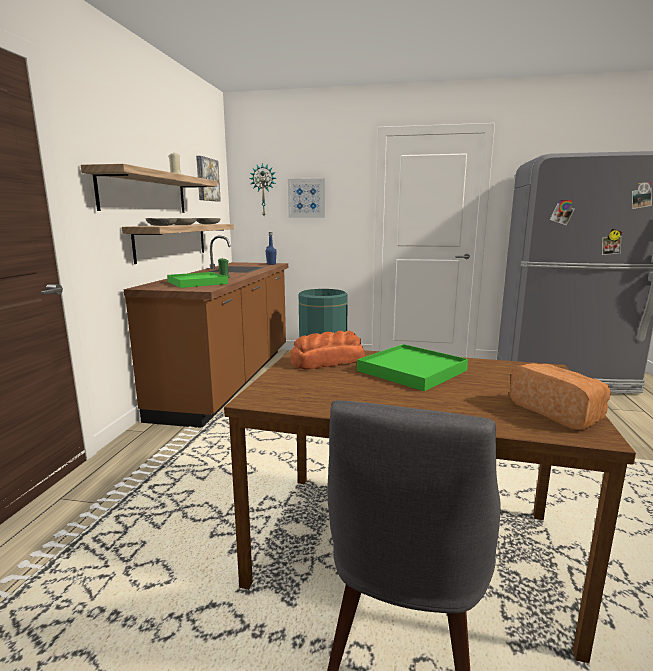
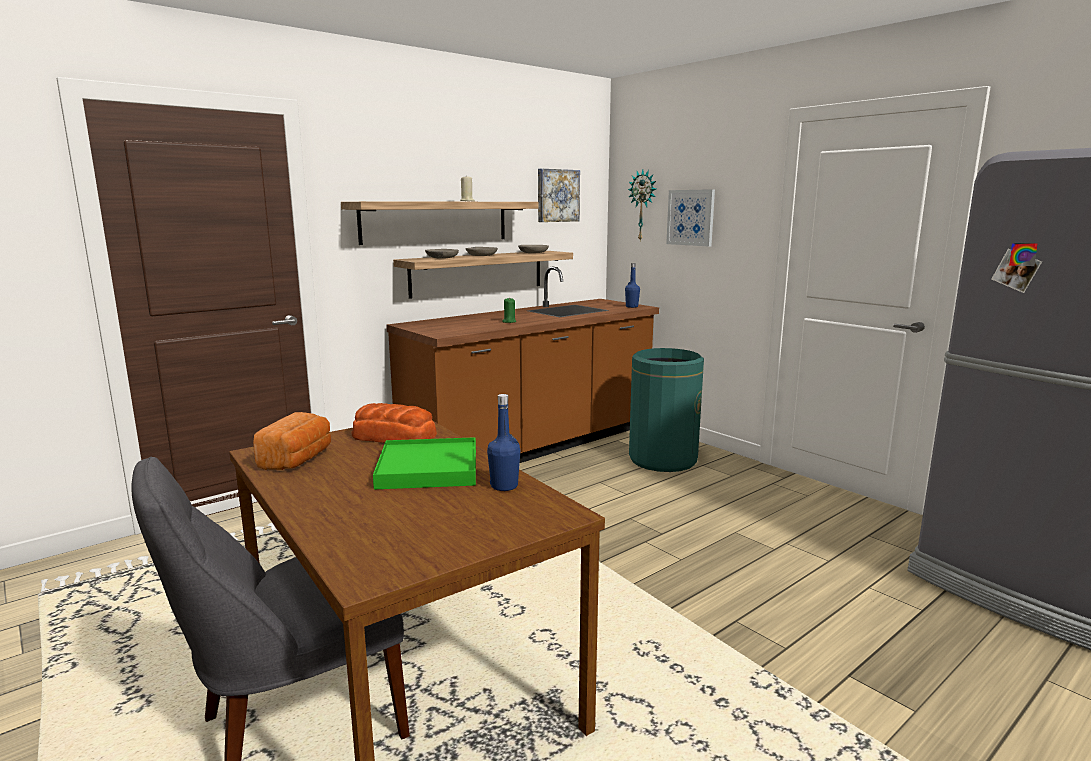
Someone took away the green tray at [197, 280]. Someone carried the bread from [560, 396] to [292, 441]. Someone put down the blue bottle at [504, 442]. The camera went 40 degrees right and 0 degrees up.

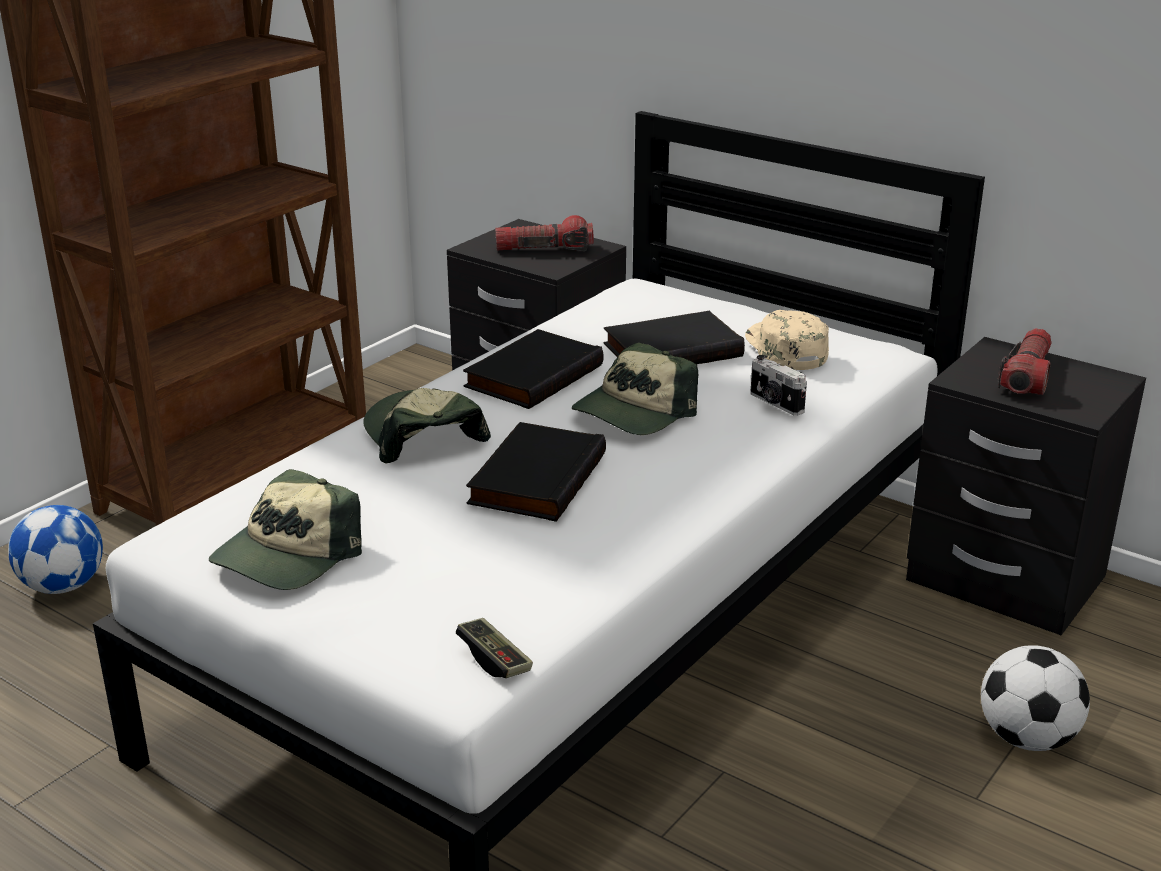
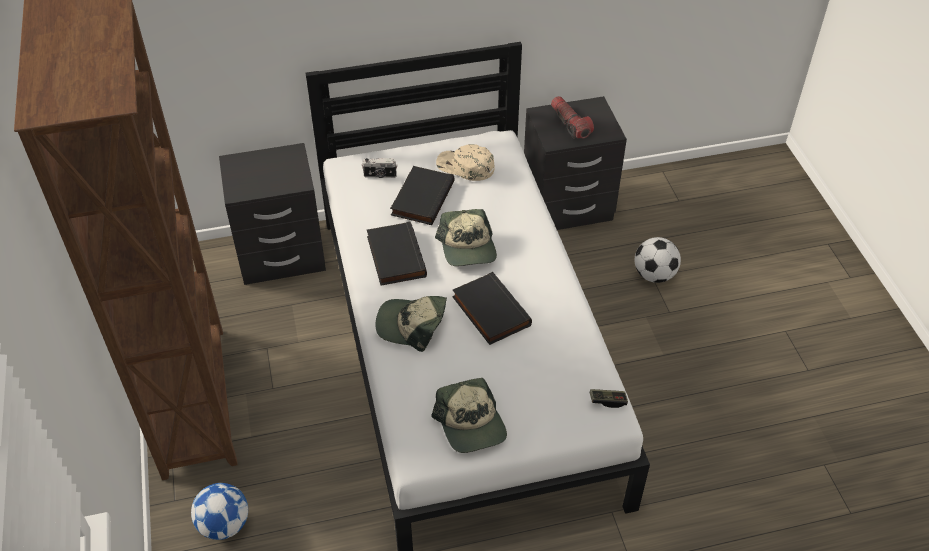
Someone took away the flashlight at [544, 233]. Someone carried the photo camera from [778, 385] to [379, 168]. The camera went 50 degrees left and 20 degrees up.

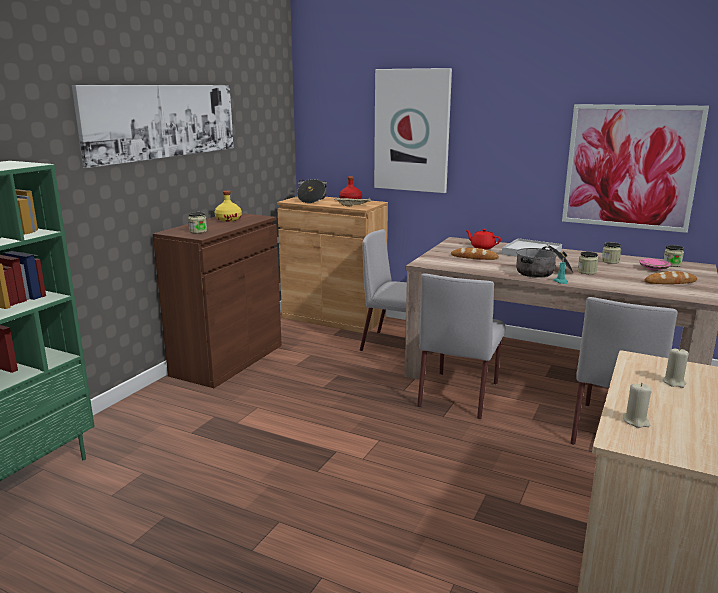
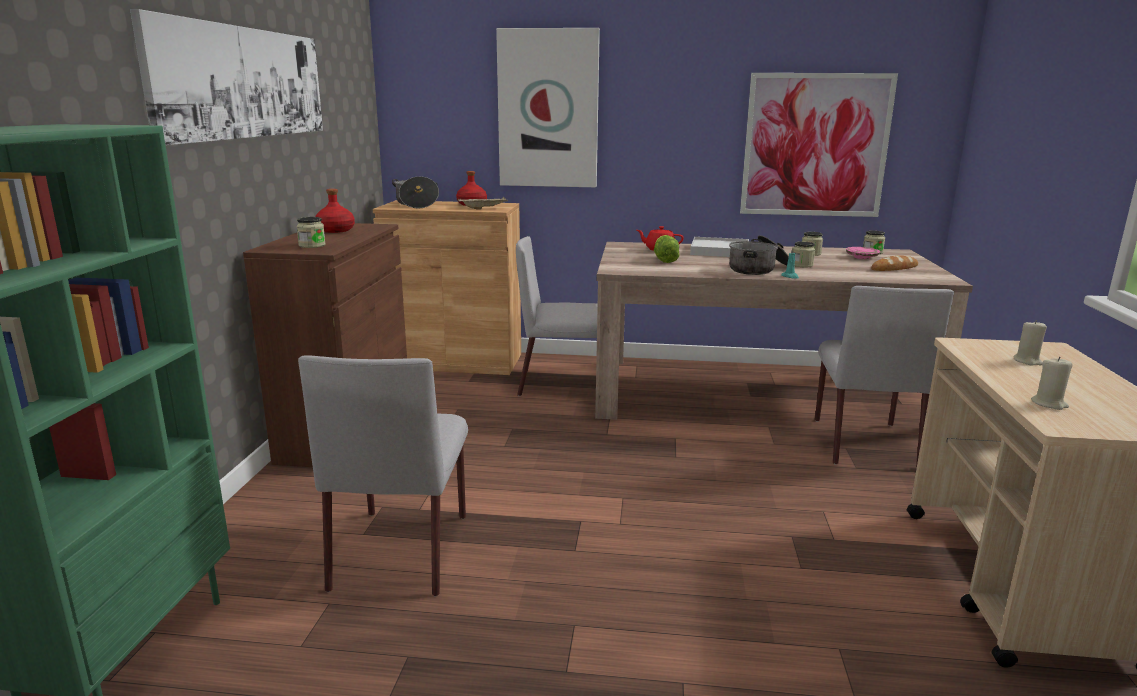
Someone repainted the yellow bottle at [228, 206], which became the red bottle at [335, 211]. Someone swapped the bread at [475, 254] for the lettuce at [666, 249]. Someone carried the grey chair from [461, 346] to [383, 476]. The camera went 20 degrees left and 0 degrees up.

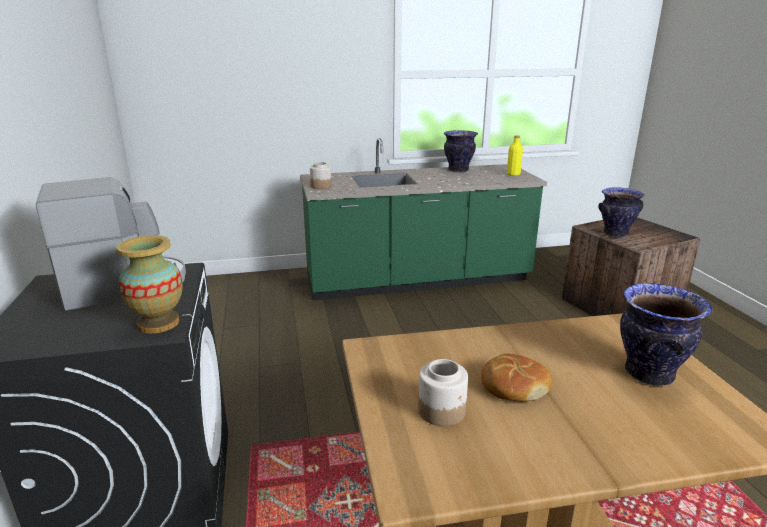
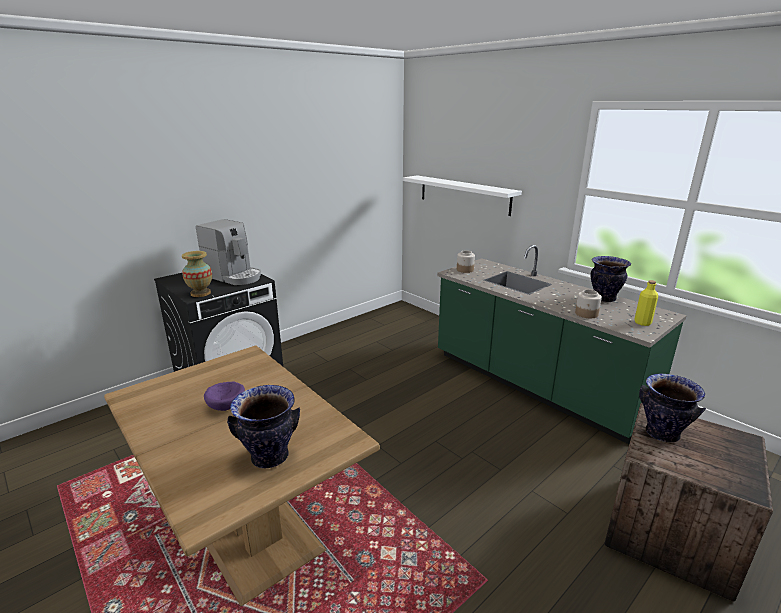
Someone swapped the bread at [517, 378] for the purple bowl at [224, 396]. Someone carried the jar from [443, 392] to [588, 304]. Someone put up the white shelf at [462, 195]. The camera went 60 degrees right and 0 degrees up.

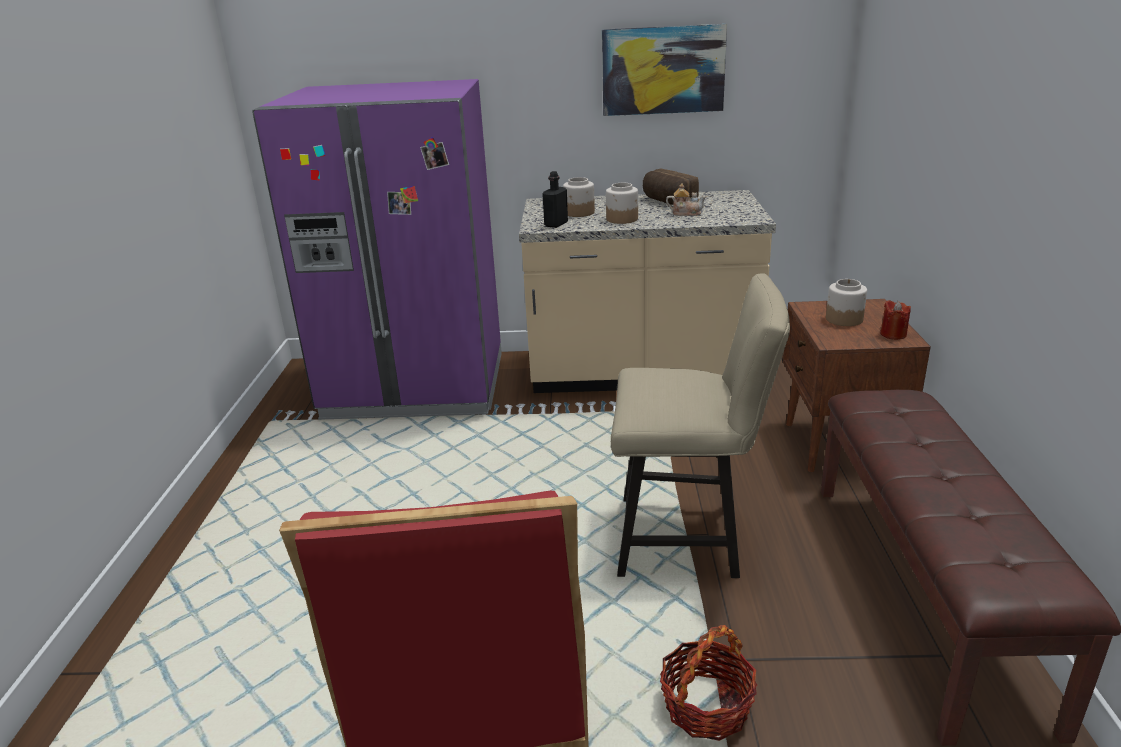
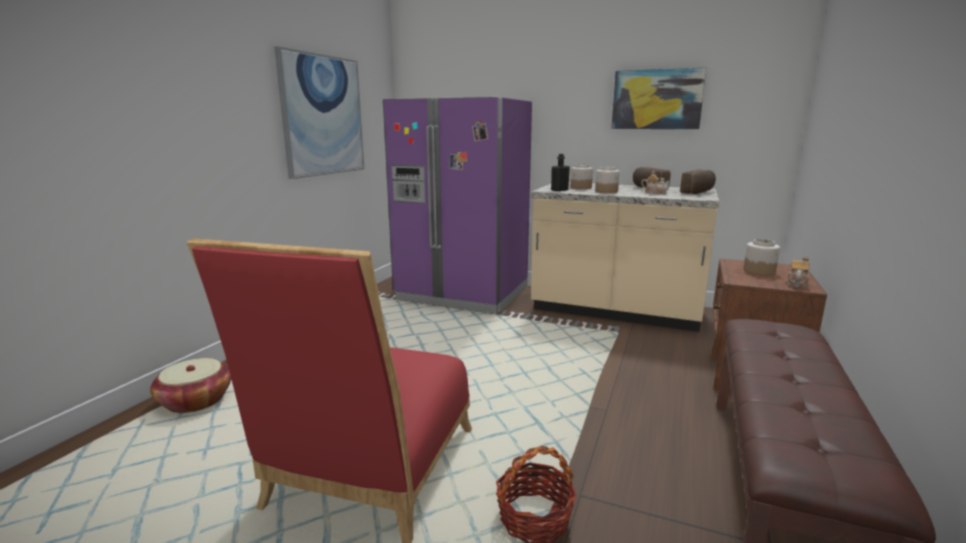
Someone took away the beige chair at [700, 425]. Someone swapped the red candle at [895, 320] for the teapot at [797, 272]. Someone put up the picture at [319, 112]. Someone put down the bread at [698, 181]. Someone put down the basket at [190, 385]. The camera went 20 degrees right and 10 degrees down.

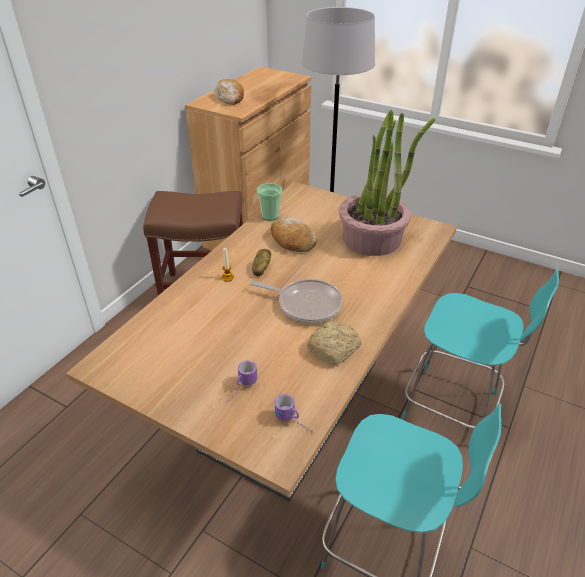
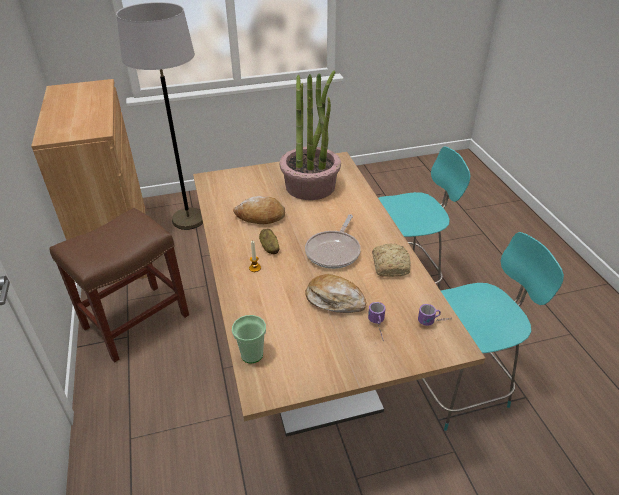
Someone carried the bread from [229, 92] to [336, 293]. Someone carried the cup from [269, 202] to [249, 339]. Someone rotated the frying pan at [296, 301] by 135 degrees clockwise. The camera went 45 degrees left and 0 degrees up.

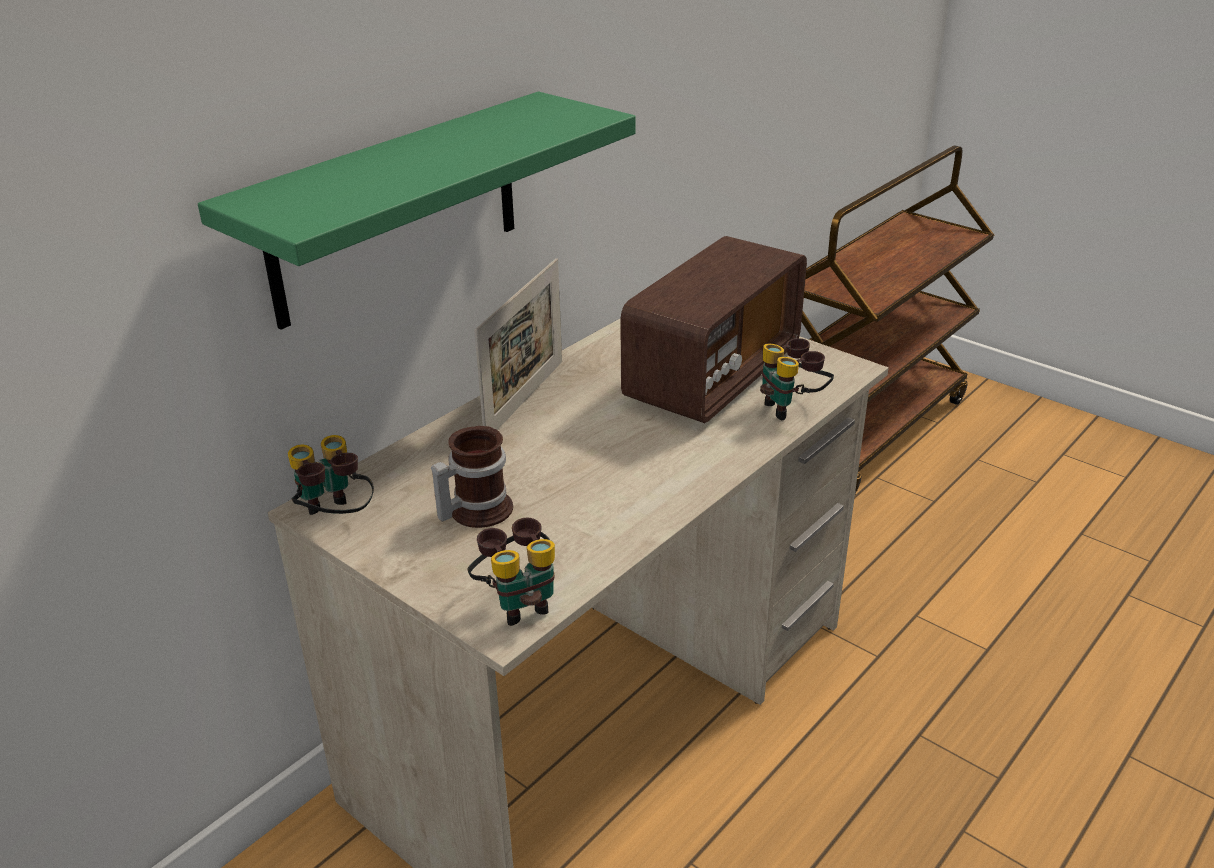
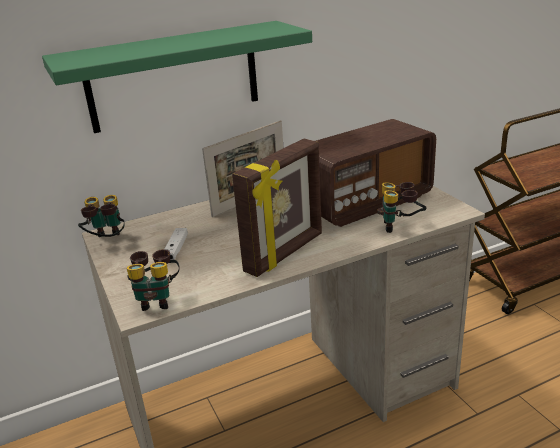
Someone swapped the mug at [472, 477] for the white game controller at [176, 244]. Someone put down the picture frame at [277, 208]. The camera went 25 degrees right and 5 degrees down.

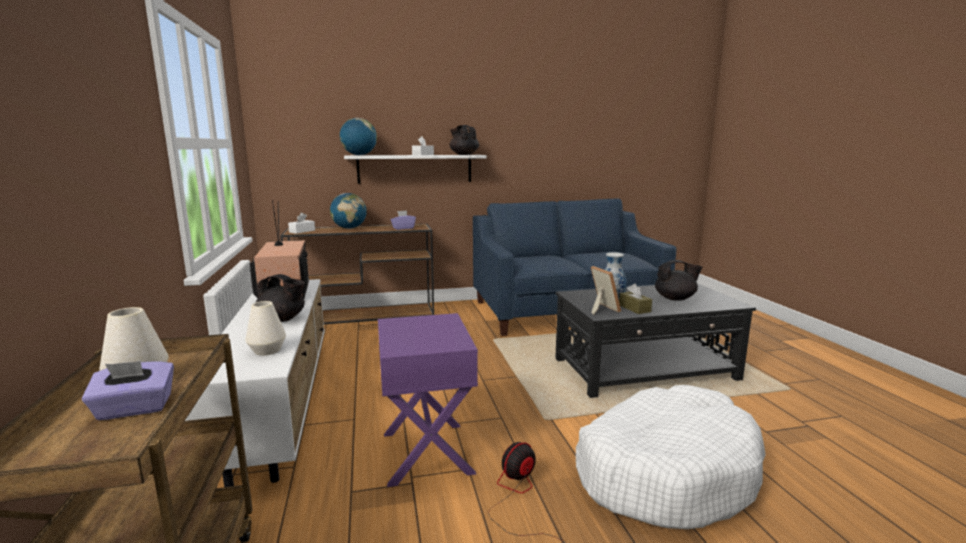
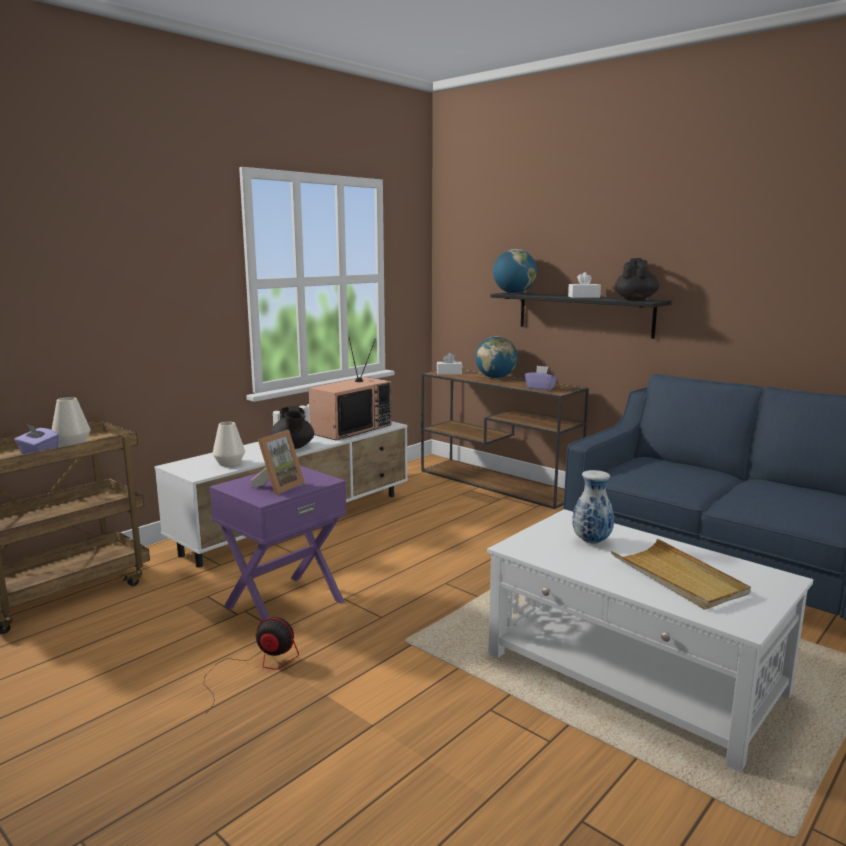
Someone repainted the white shelf at [415, 169], which became the black shelf at [581, 315]. Someone swapped the black teapot at [679, 280] for the beige tray at [681, 574]. Someone carried the picture frame from [606, 290] to [278, 462]. Someone repainted the black coffee table at [655, 340], which became the white coffee table at [650, 640]. Someone took away the brown tissue box at [635, 299]. Someone took away the white dog bed at [671, 457]. The camera went 55 degrees right and 0 degrees up.

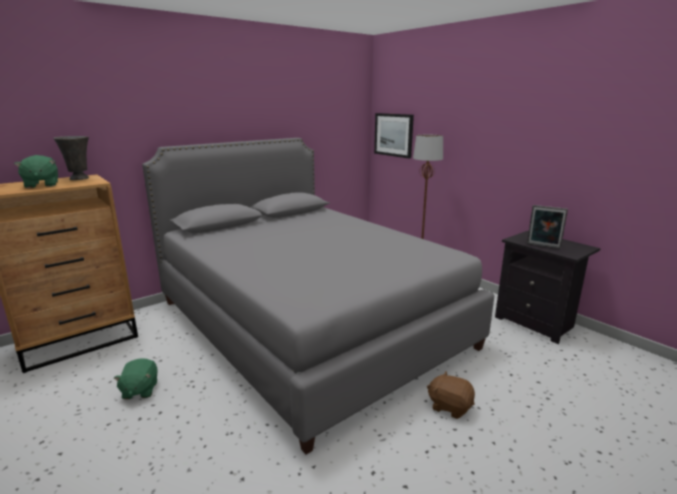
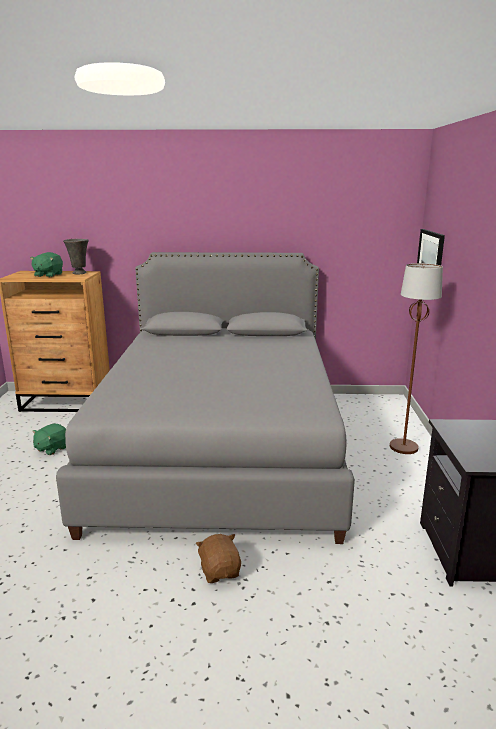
Someone took away the picture frame at [547, 227]. The camera went 40 degrees right and 0 degrees up.

